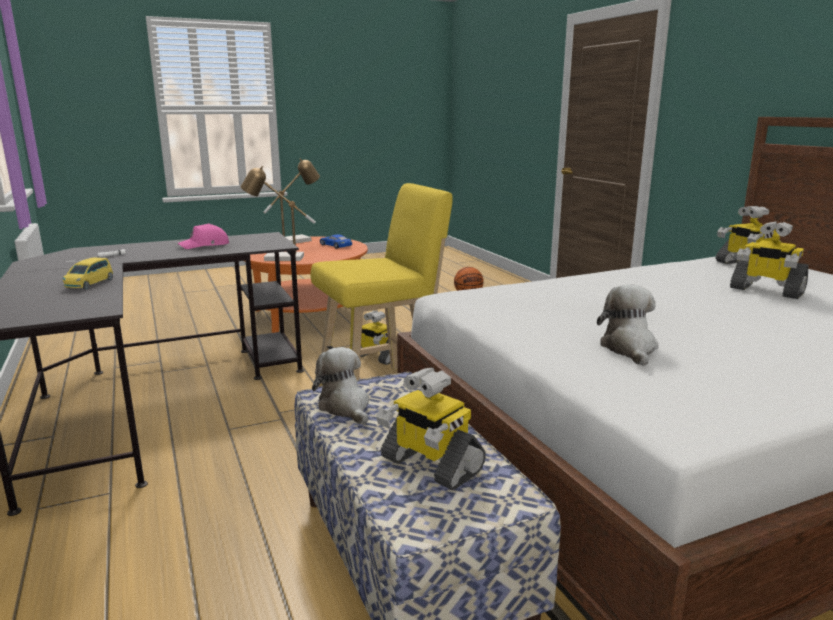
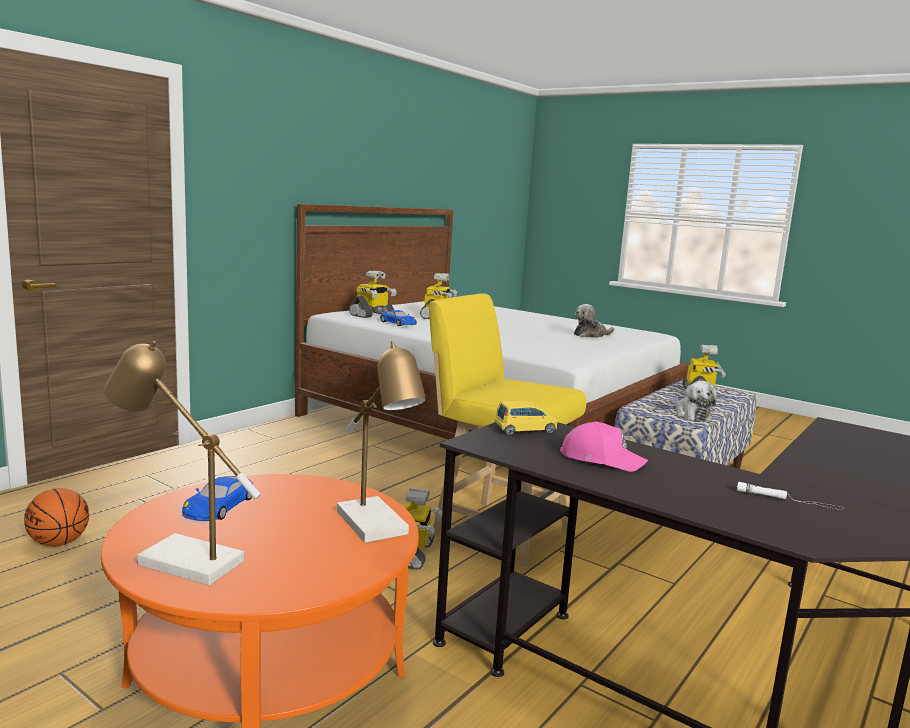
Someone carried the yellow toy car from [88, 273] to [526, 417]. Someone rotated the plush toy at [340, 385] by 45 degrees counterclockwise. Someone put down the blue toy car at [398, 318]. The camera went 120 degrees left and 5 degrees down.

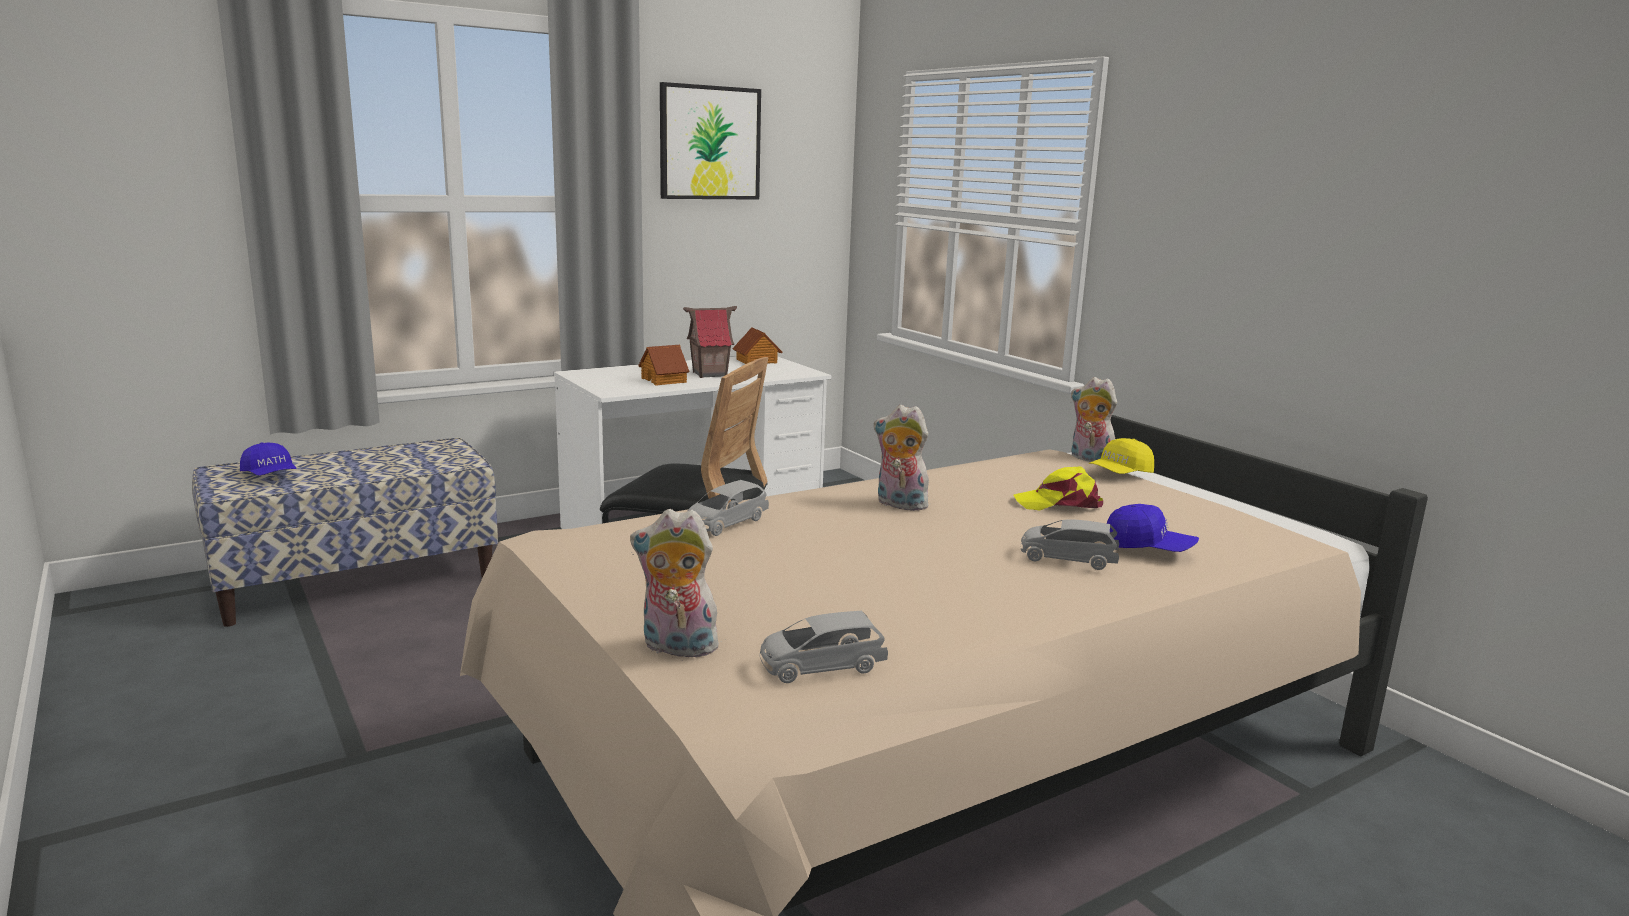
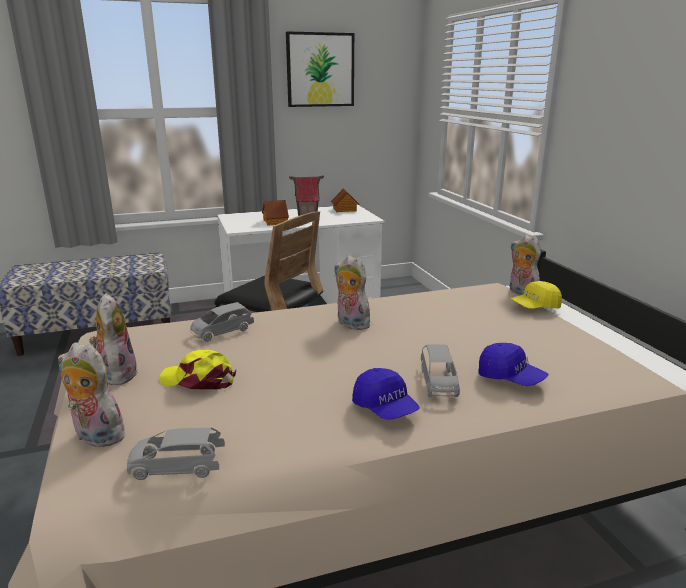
Someone carried the blue cap from [268, 459] to [386, 394]. Someone carried the yellow cap from [1058, 488] to [197, 369]. Someone rotated the grey toy car at [1070, 544] by 120 degrees counterclockwise. Someone put down the plush toy at [113, 339]. The camera went 15 degrees right and 5 degrees up.

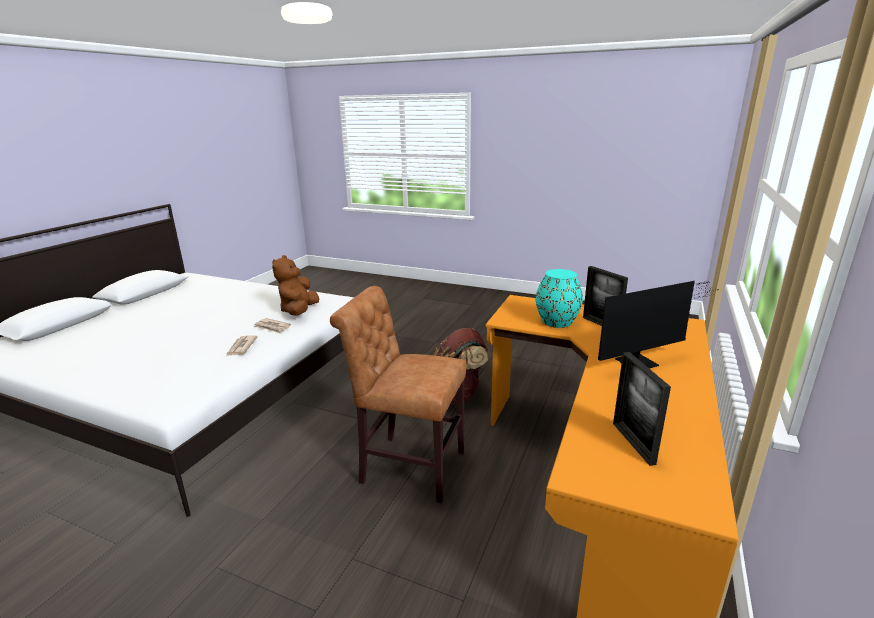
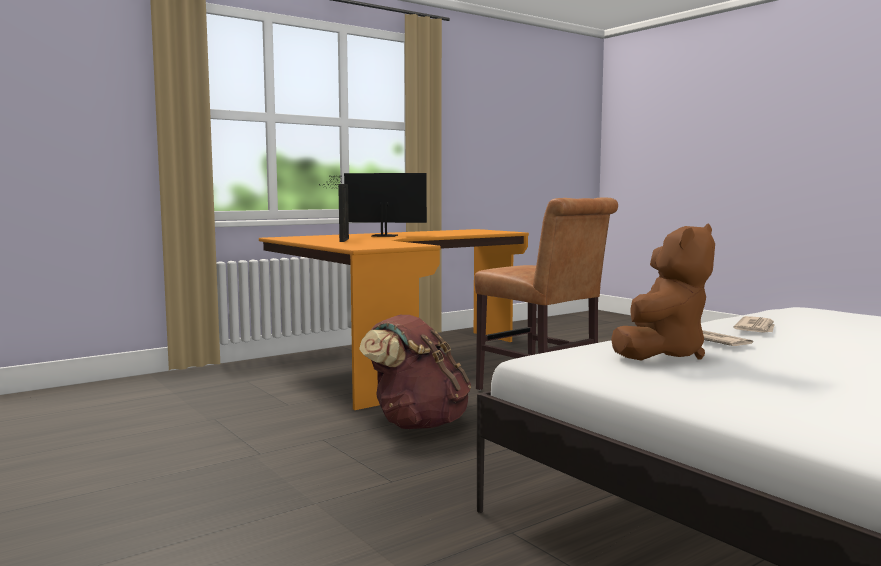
Someone took away the turquoise vase at [559, 298]. Someone took away the picture frame at [642, 409]. The camera went 150 degrees left and 15 degrees down.

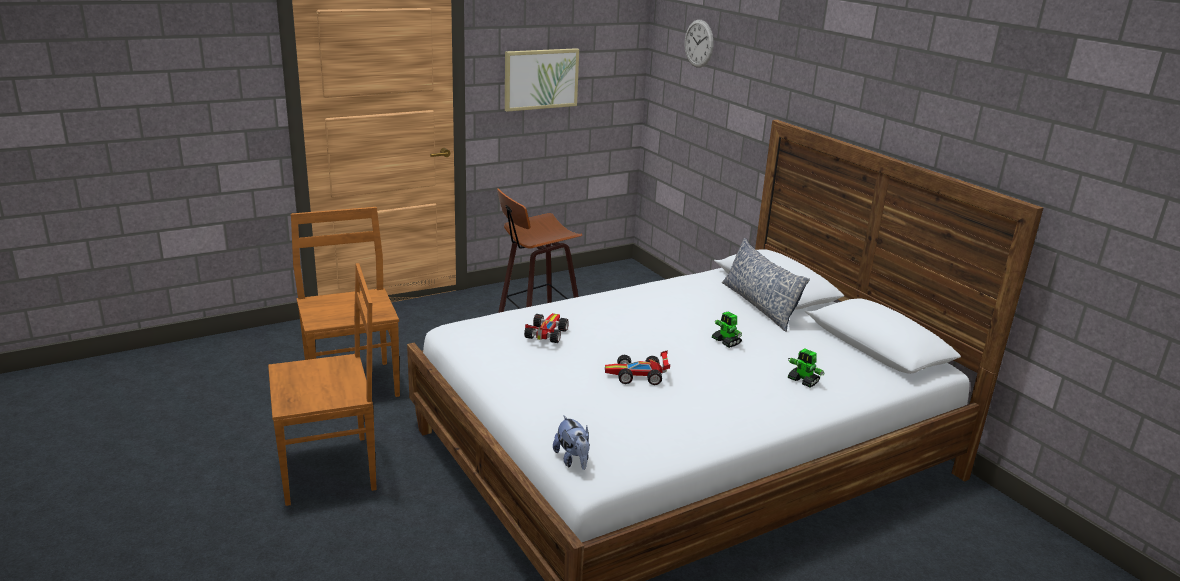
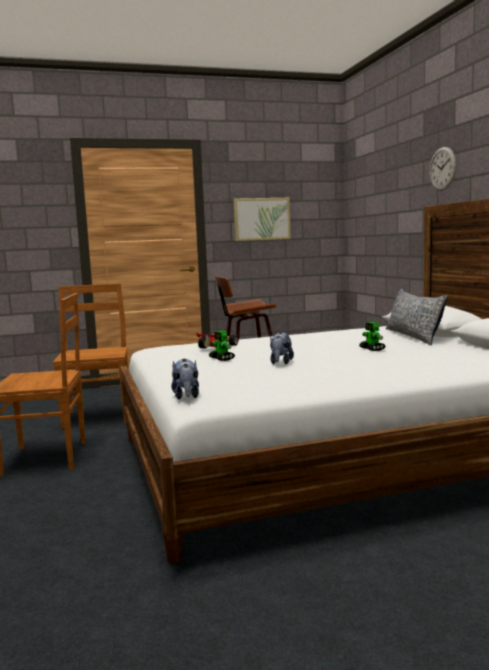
Someone carried the wall clock from [699, 44] to [442, 169]. Someone carried the toy robot from [806, 368] to [222, 346]. Someone swapped the toy car at [637, 367] for the plush toy at [282, 348]. The camera went 15 degrees right and 15 degrees down.

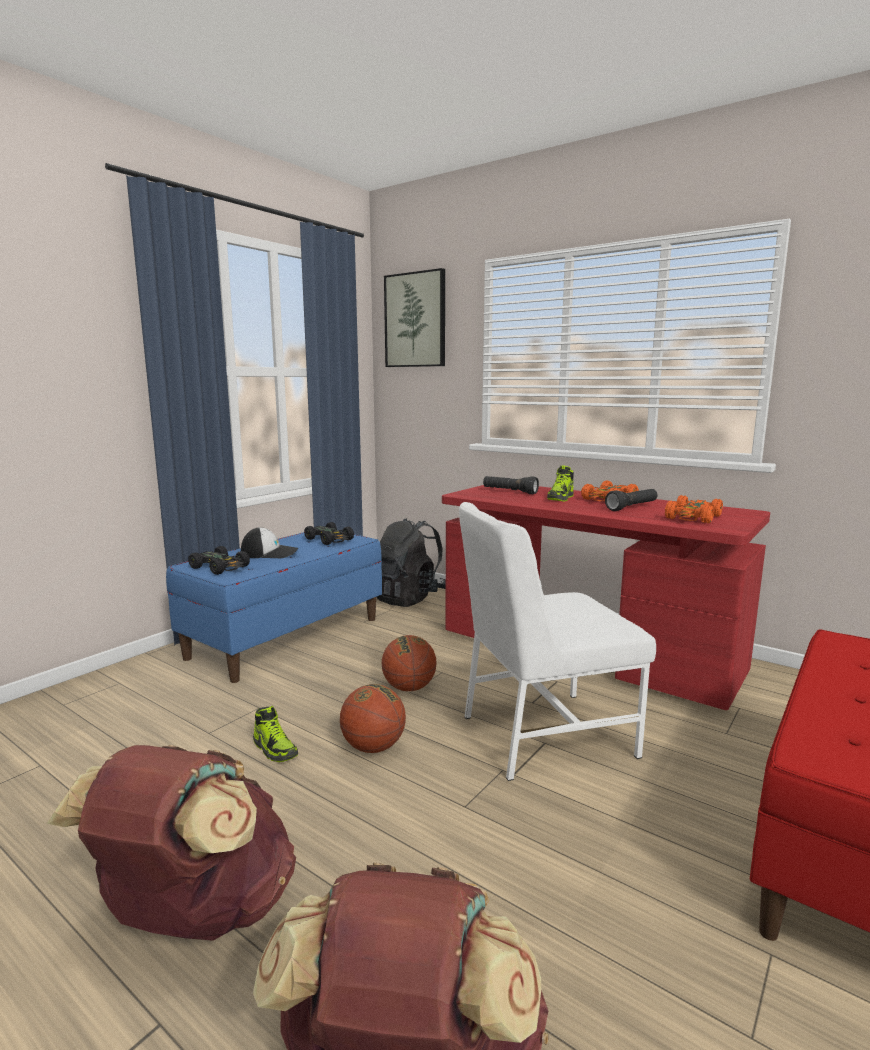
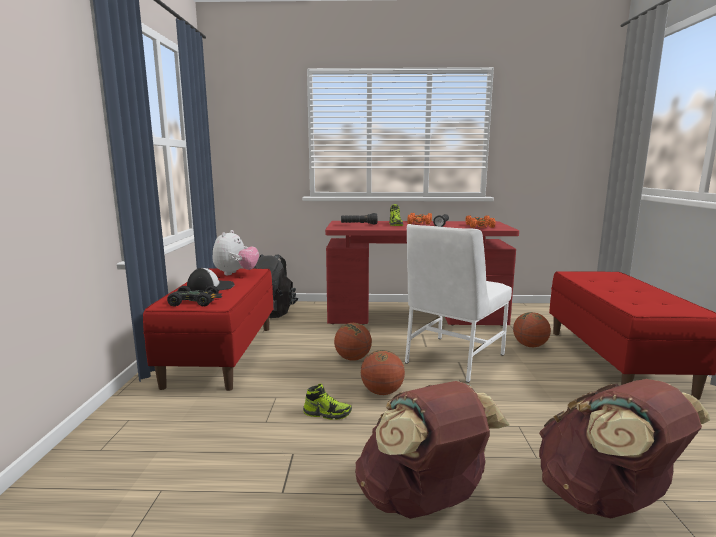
Someone took away the picture at [414, 317]. Someone swapped the black toy car at [329, 533] for the plush toy at [235, 252]. Someone repainted the blue bench at [274, 607], which became the red bench at [208, 329]. Someone put down the basketball at [532, 329]. The camera went 35 degrees left and 0 degrees up.

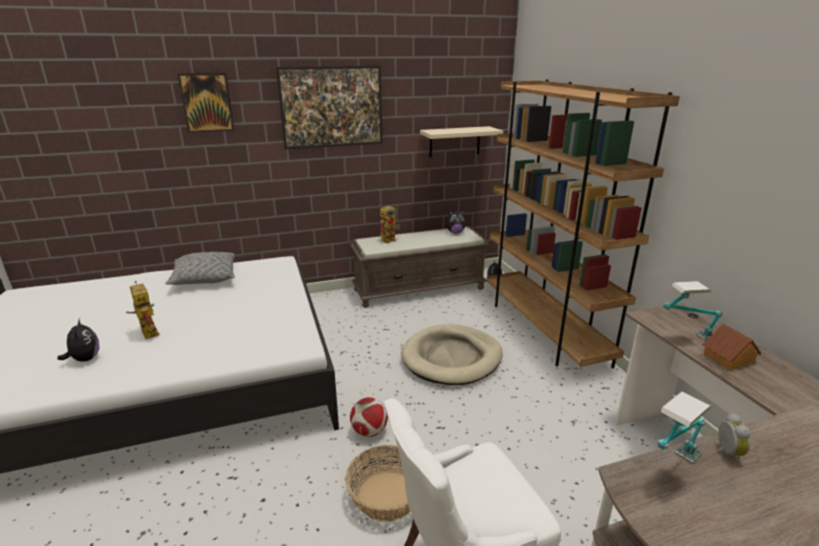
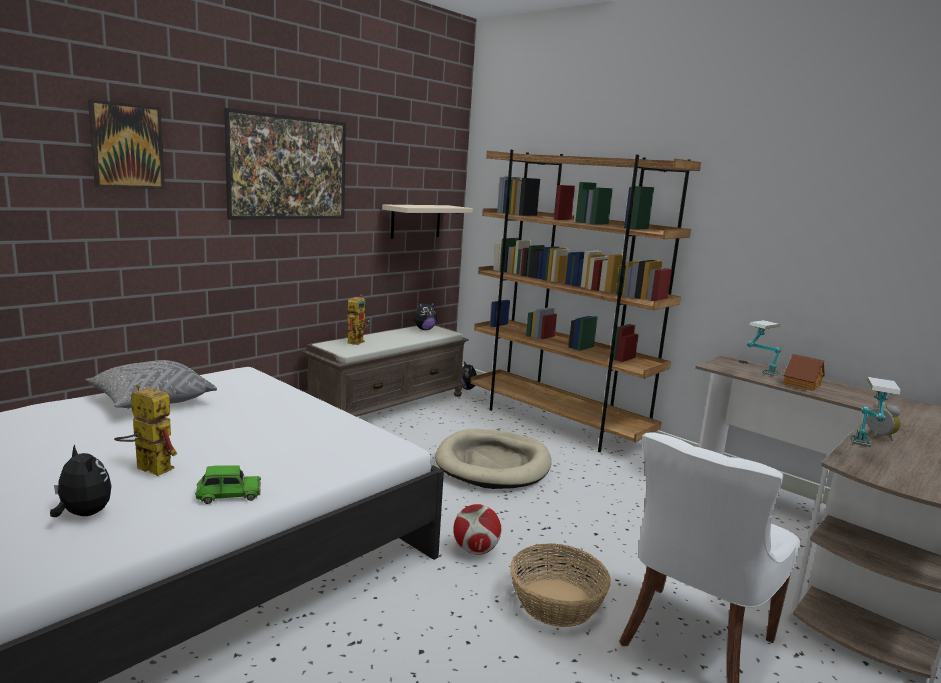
Someone put down the green toy car at [228, 484]. The camera went 30 degrees left and 10 degrees down.

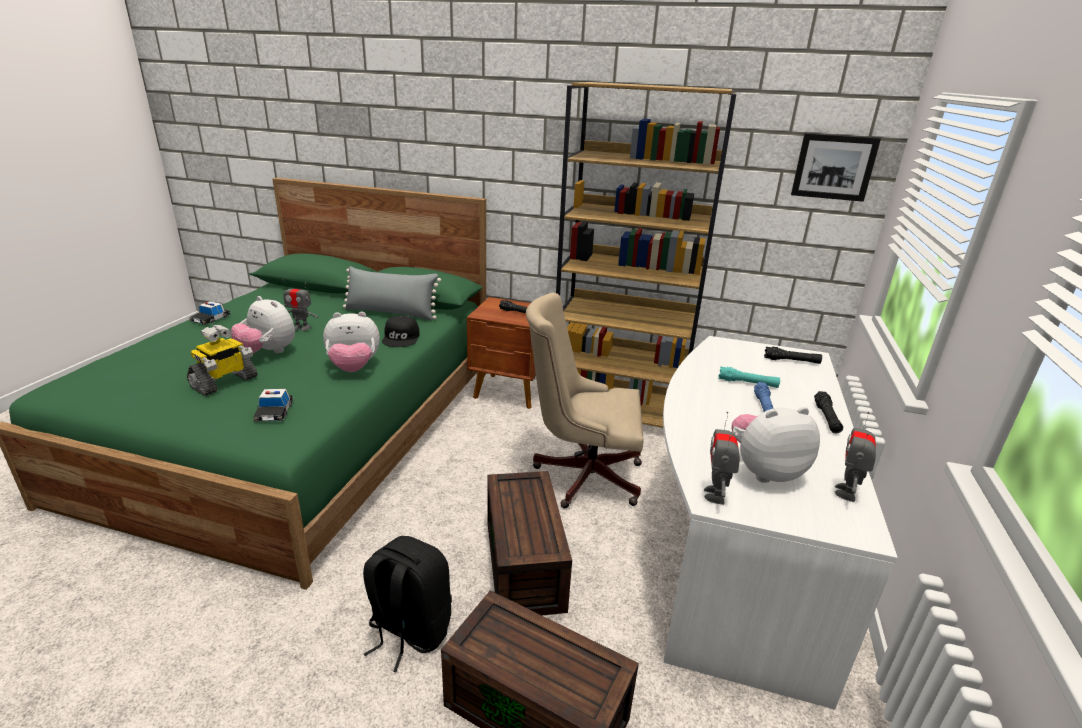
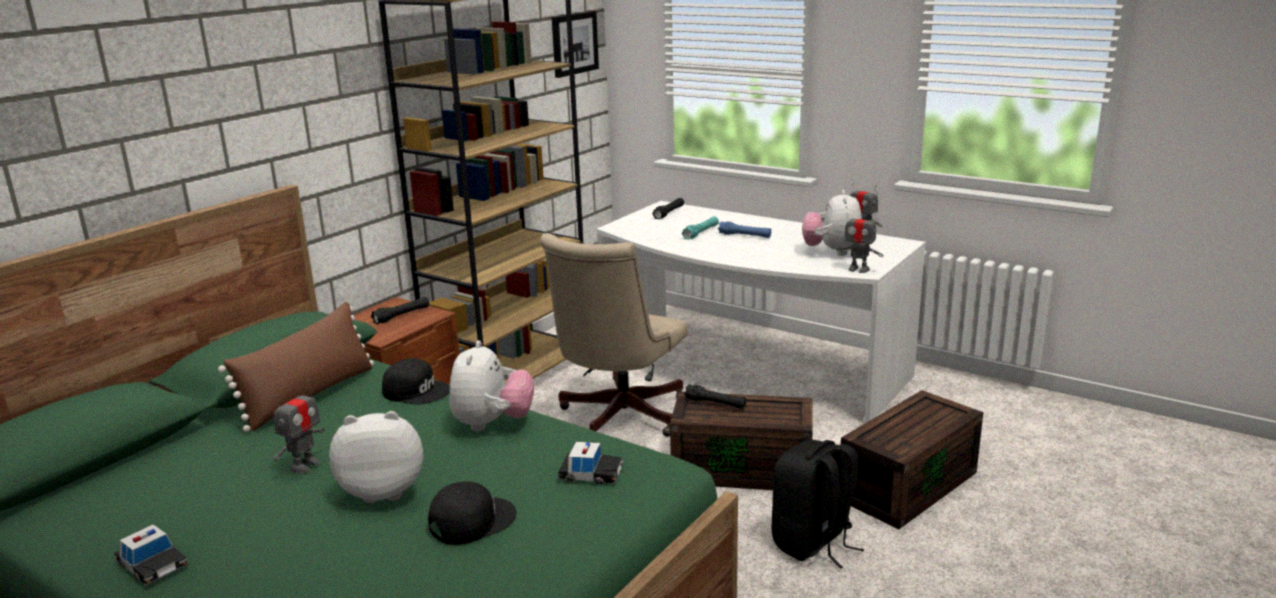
Someone repainted the grey pillow at [392, 293], which became the brown pillow at [296, 367]. Someone rotated the plush toy at [263, 324] by 150 degrees counterclockwise. Someone swapped the toy robot at [222, 360] for the black cap at [472, 513]. Someone carried the black flashlight from [828, 412] to [715, 396]. The camera went 70 degrees left and 5 degrees down.

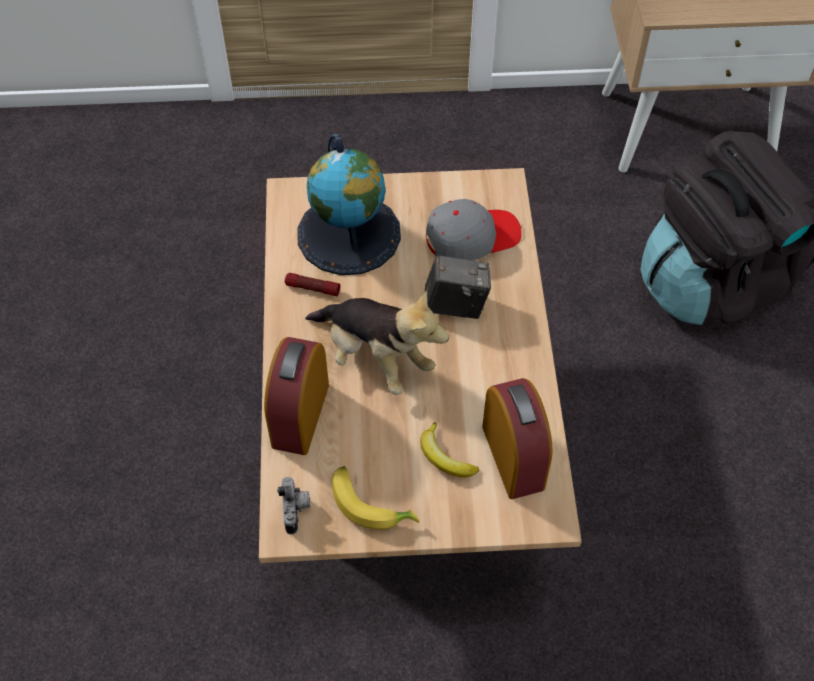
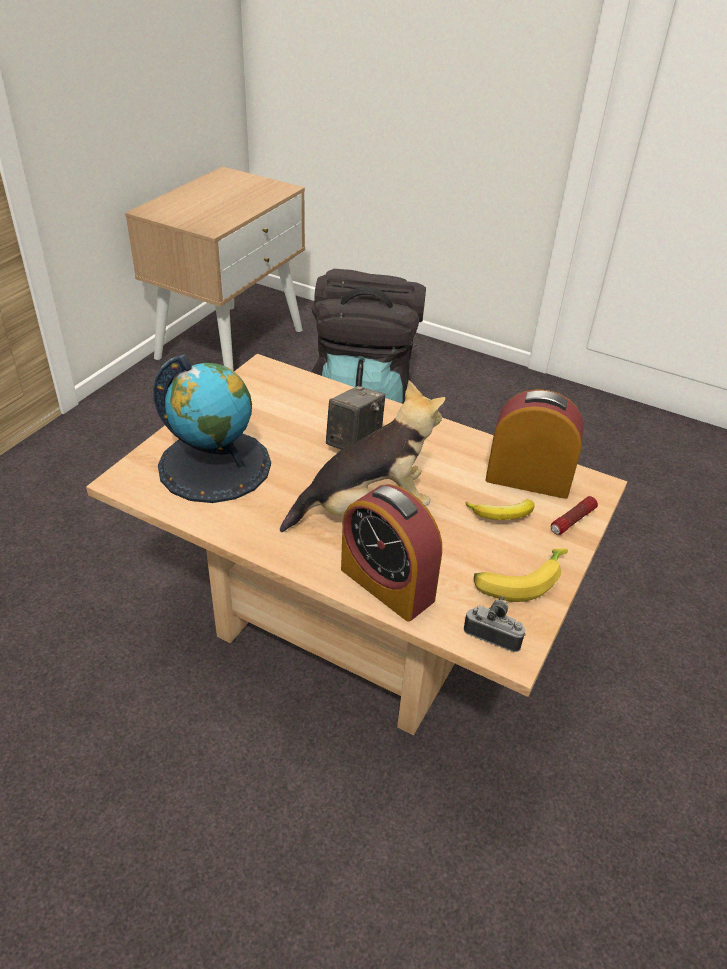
Someone took away the grey cap at [474, 230]. Someone carried the flashlight from [312, 284] to [574, 515]. The camera went 60 degrees left and 15 degrees down.

